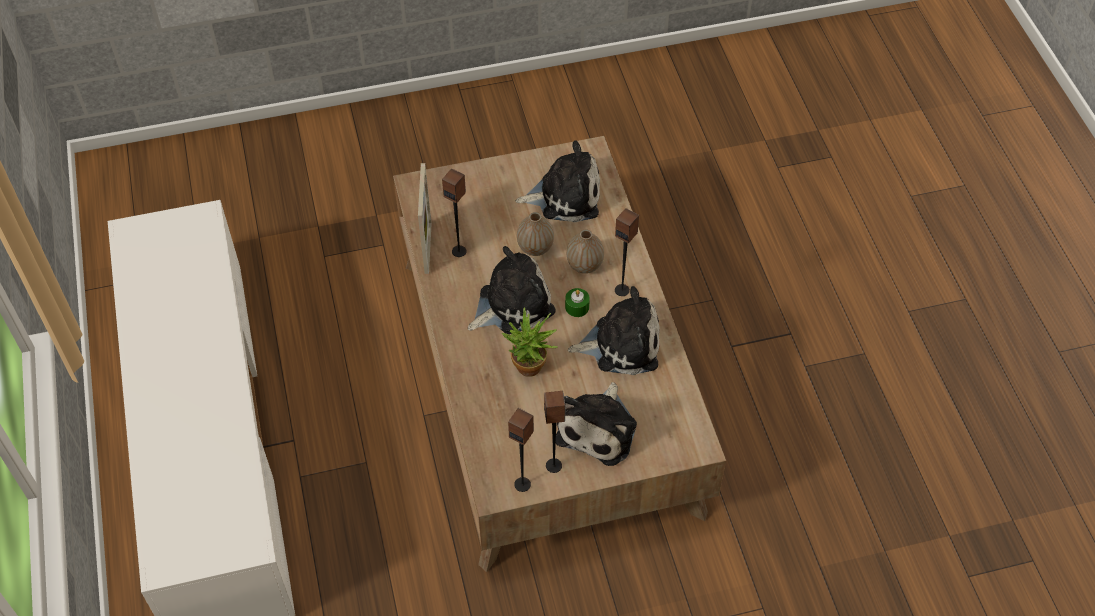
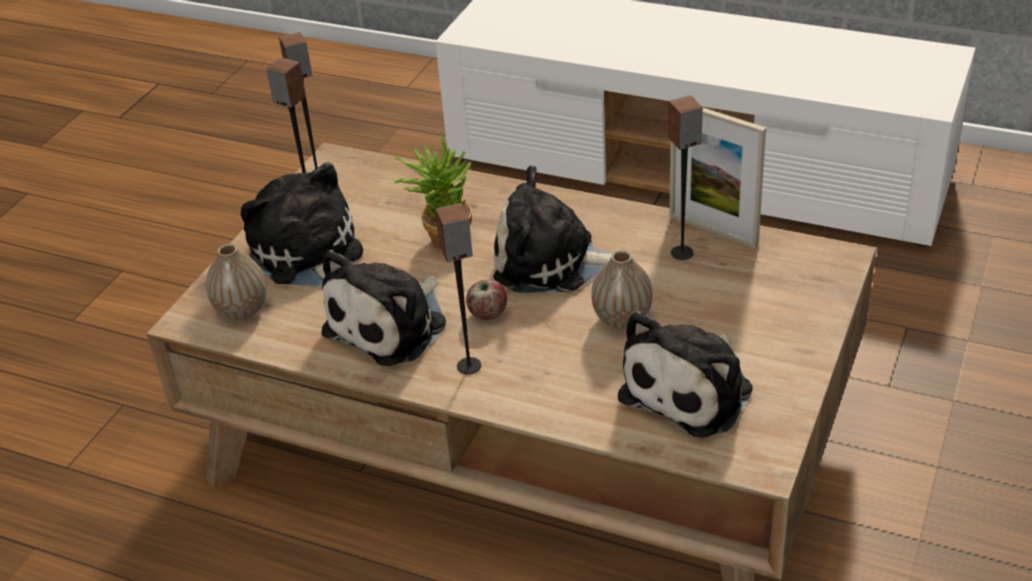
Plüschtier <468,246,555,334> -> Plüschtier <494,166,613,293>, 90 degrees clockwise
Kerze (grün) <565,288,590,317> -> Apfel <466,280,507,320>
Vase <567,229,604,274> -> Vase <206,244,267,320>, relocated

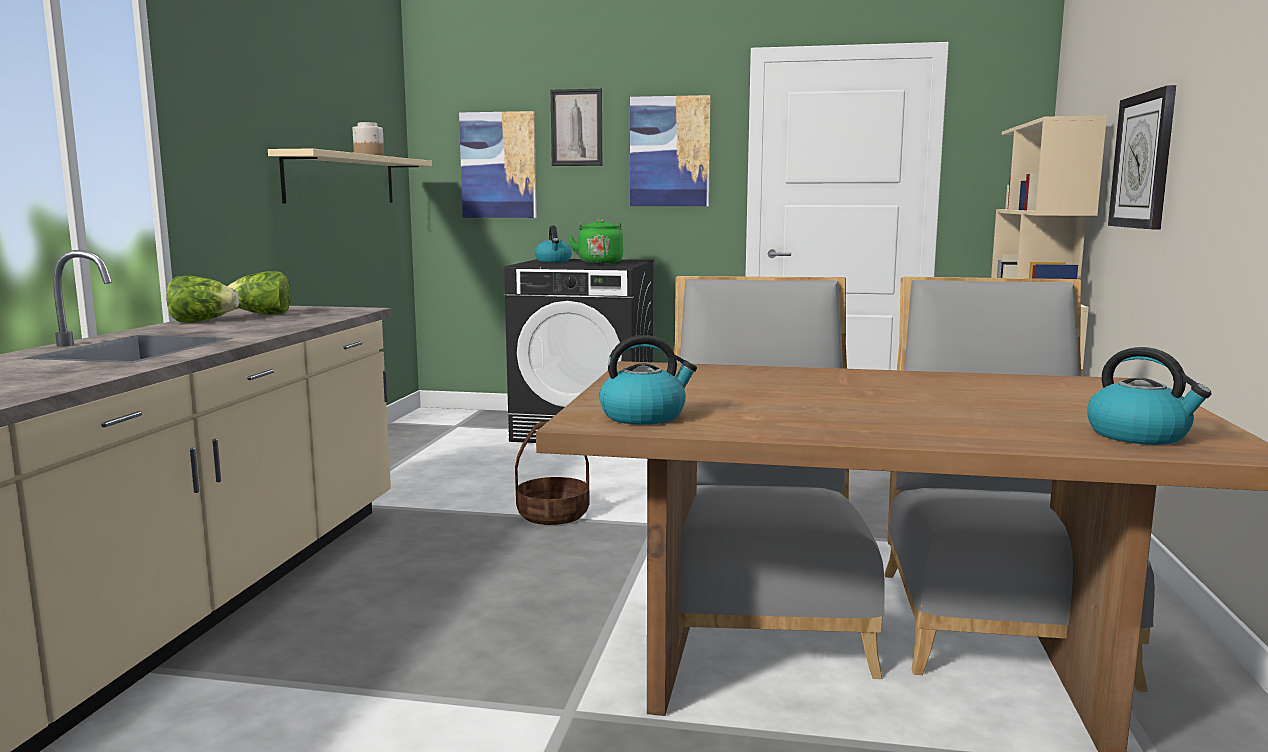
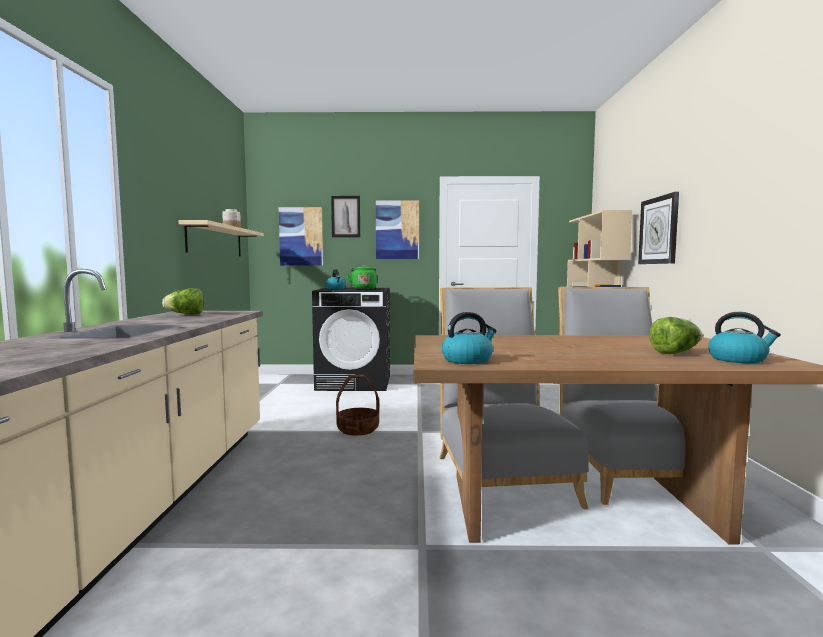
Salatkopf <166,276,239,322> -> Salatkopf <649,317,702,354>, relocated

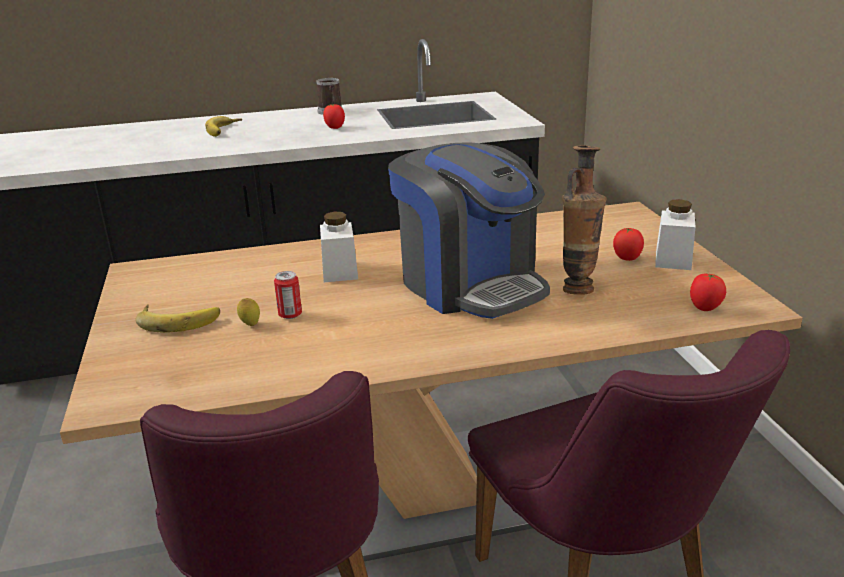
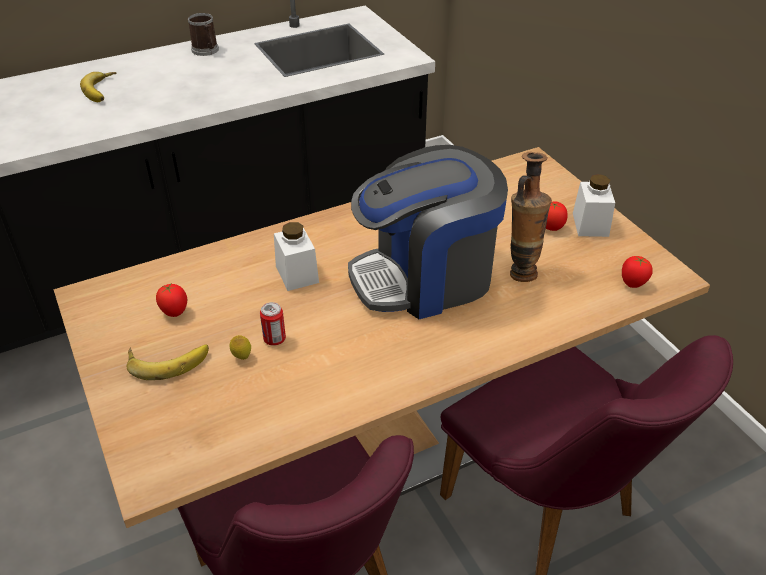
Tomate <323,104,345,129> -> Tomate <156,284,187,317>, relocated
Kaffeemaschine <388,142,550,319> -> Kaffeemaschine <348,145,508,319>, 120 degrees clockwise

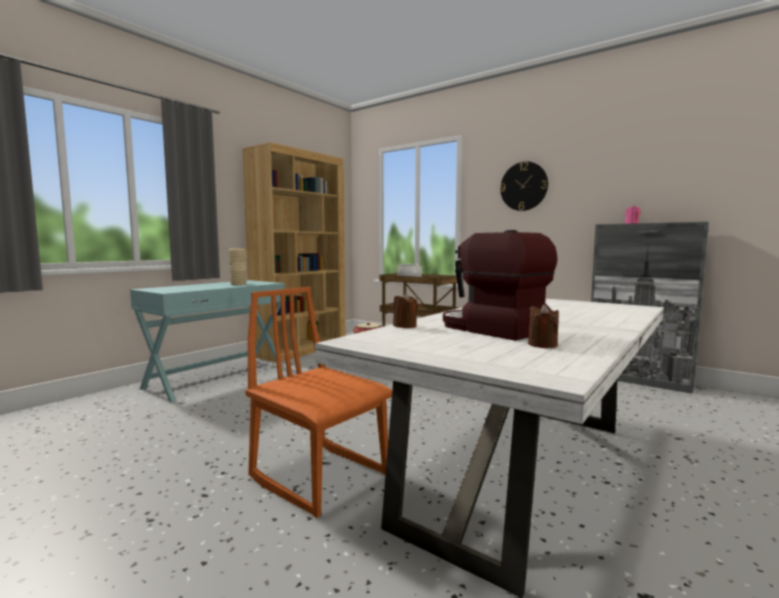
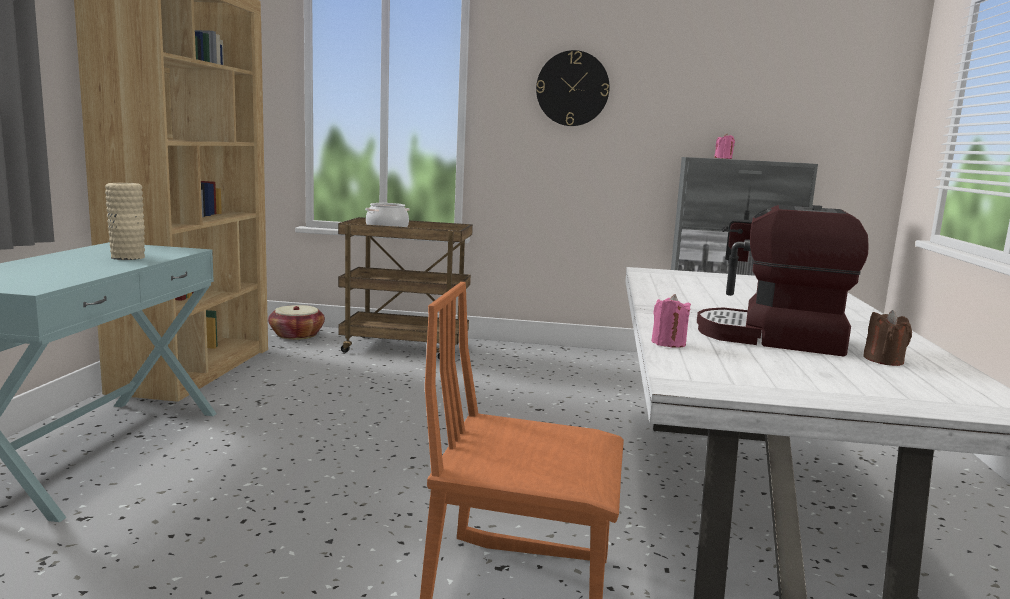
Kerze (braun) <393,293,418,328> -> Kerze (rosa) <651,294,691,348>

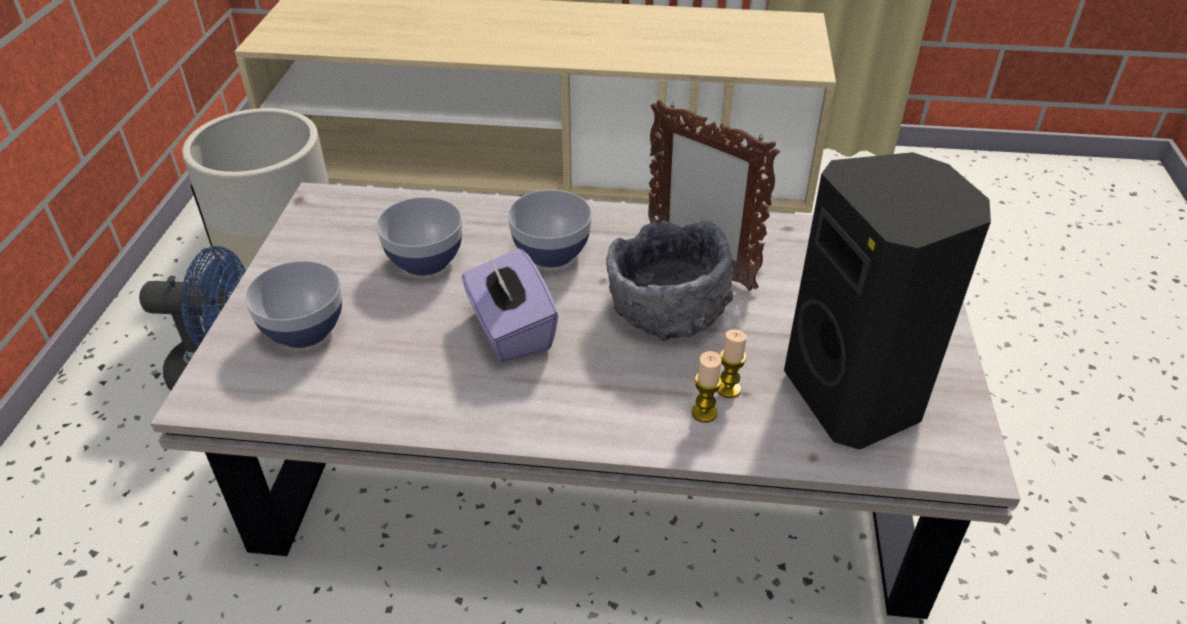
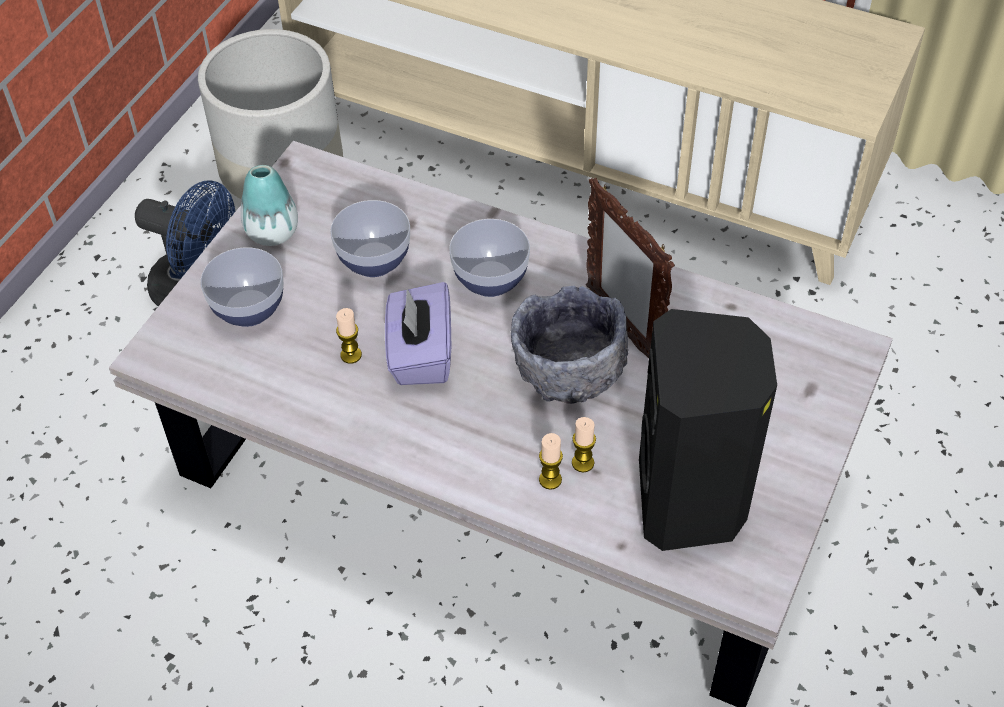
none -> Vase <241,165,298,246>
none -> Kerze <336,308,362,364>

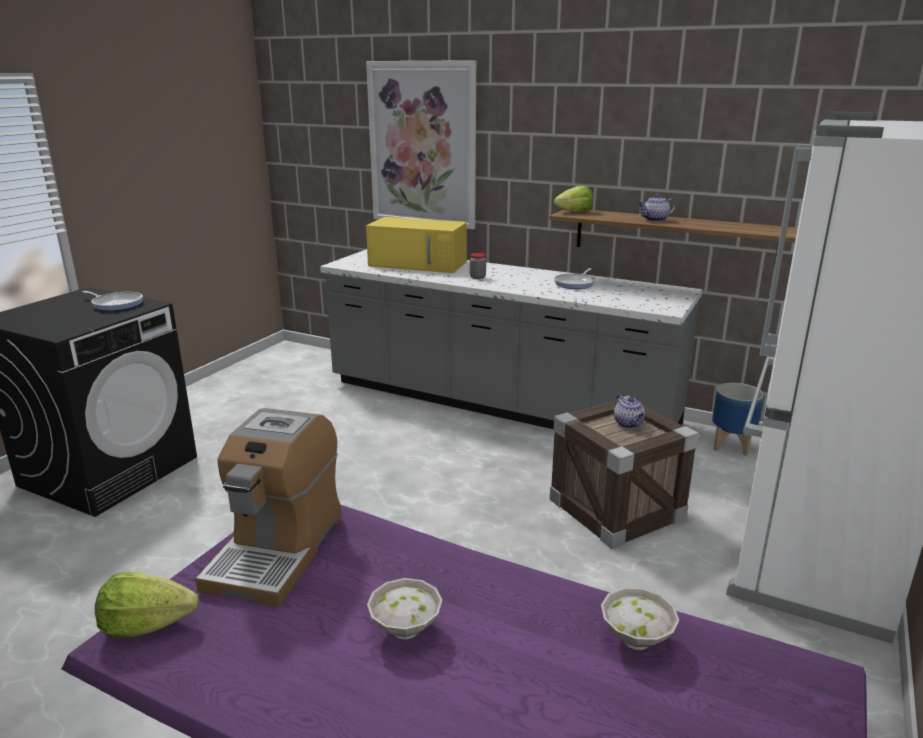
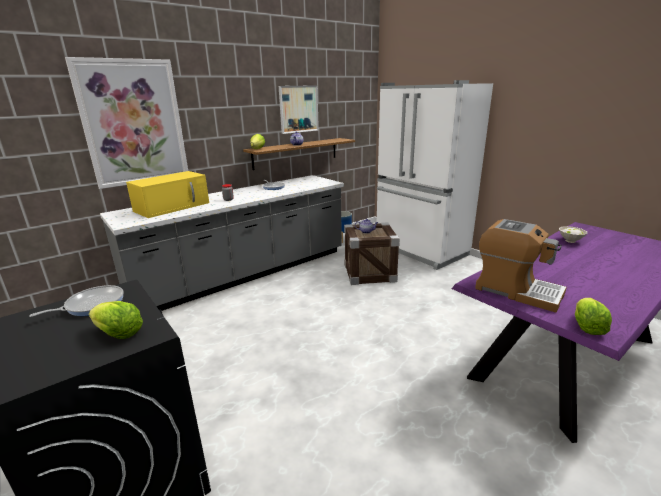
Schüssel (weiß) <367,578,442,640> -> none
none -> Salatkopf <89,301,143,339>
none -> Bild <279,85,319,134>

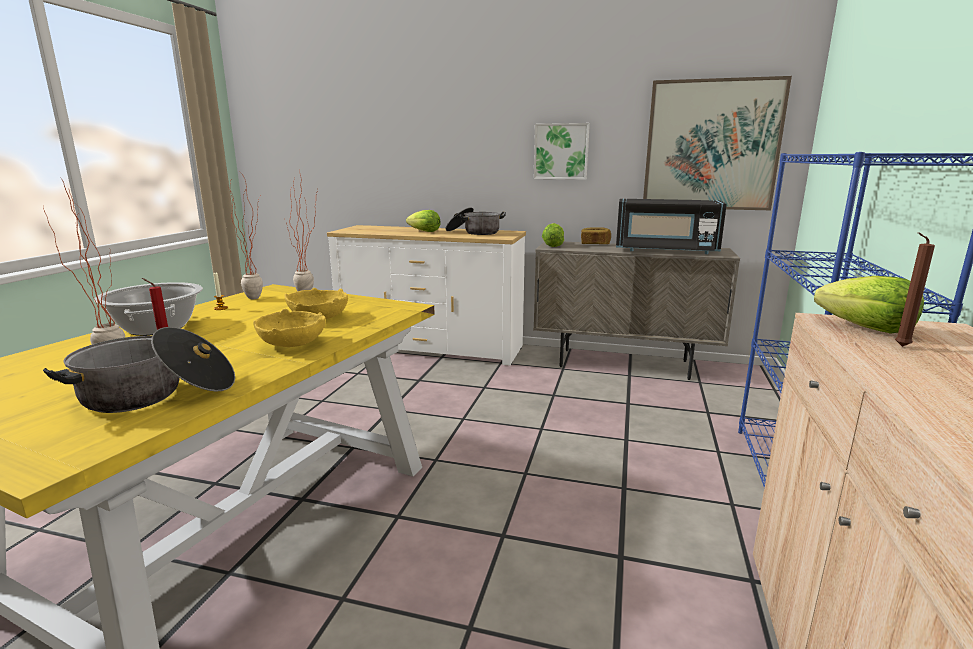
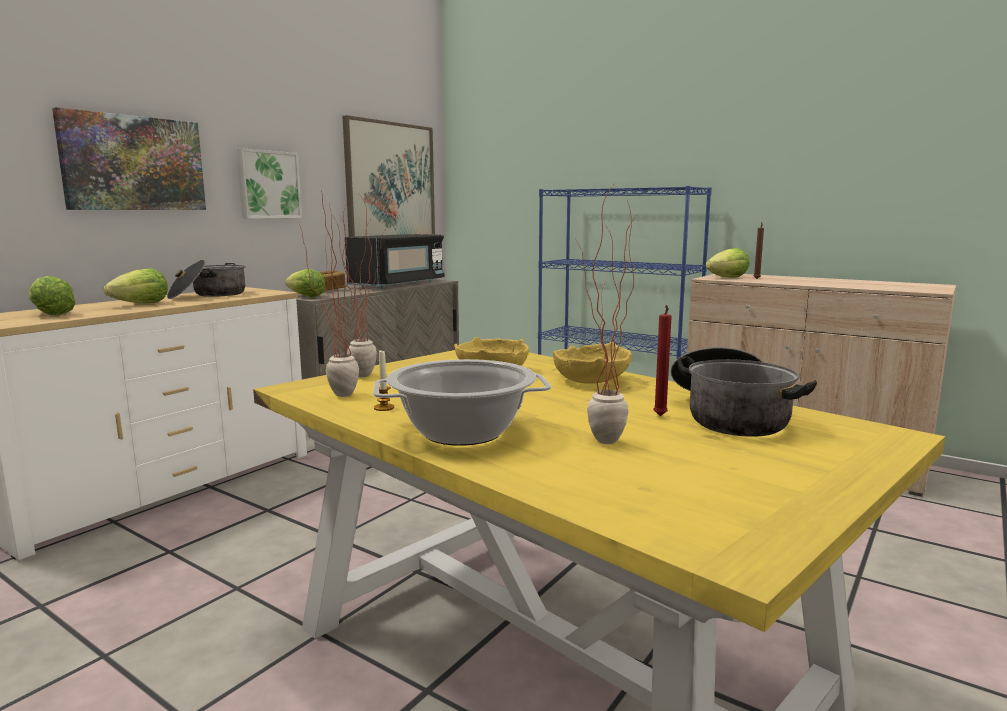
none -> Salatkopf <29,276,76,315>
none -> Bild <52,107,206,210>

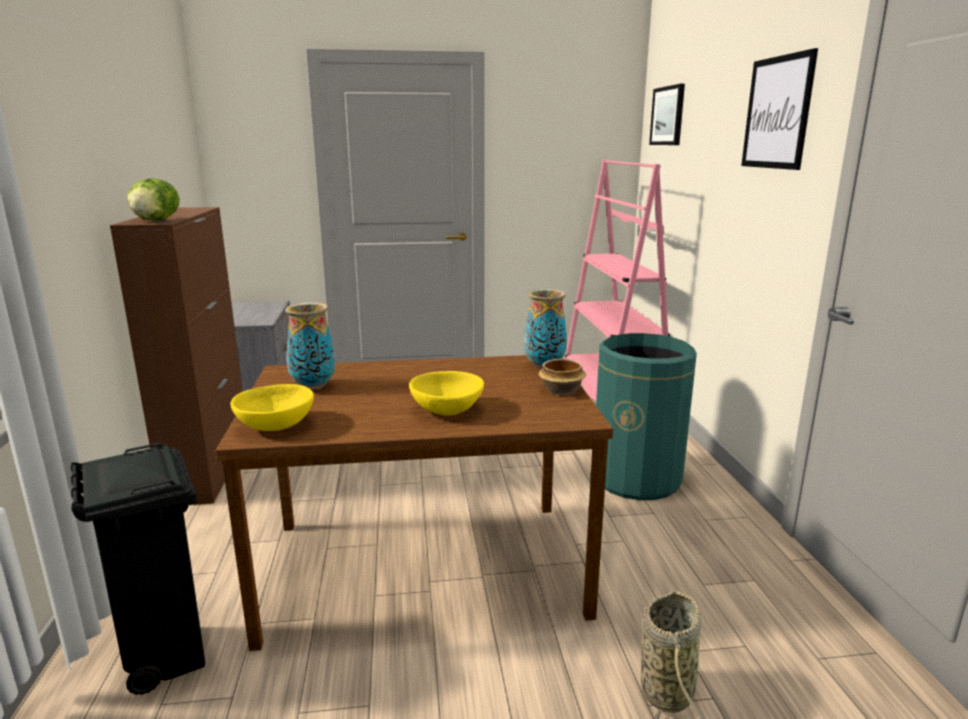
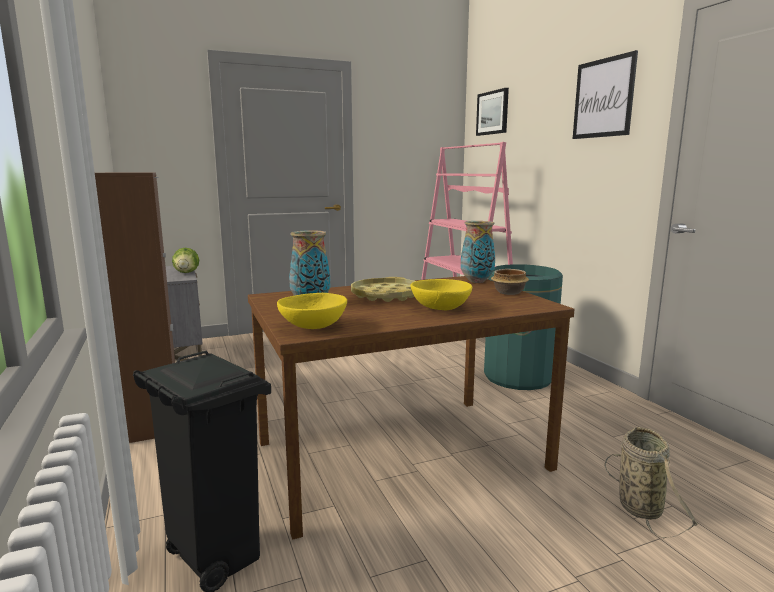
Salatkopf <127,178,179,221> -> Salatkopf <172,248,199,273>, relocated
none -> Tablett (gelb) <351,277,415,302>

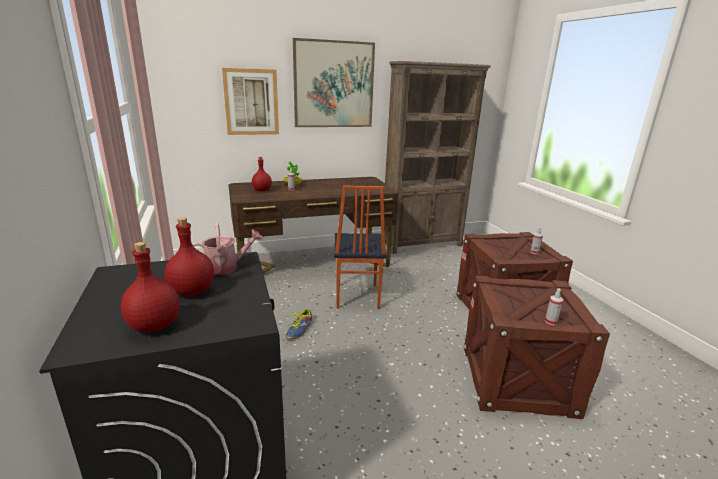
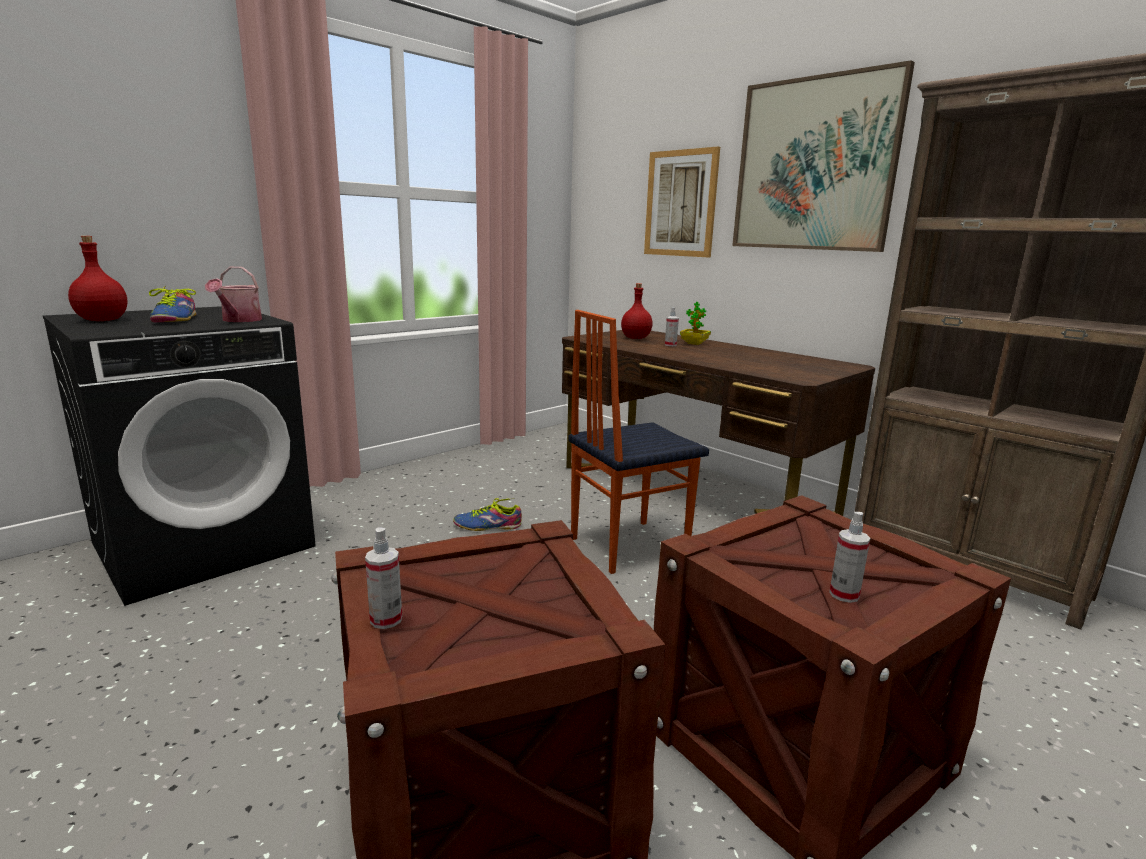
Flasche (rot) <165,217,214,296> -> Schuh <149,286,197,322>
Gießkanne <192,223,263,275> -> Gießkanne <205,267,262,322>, 45 degrees clockwise

